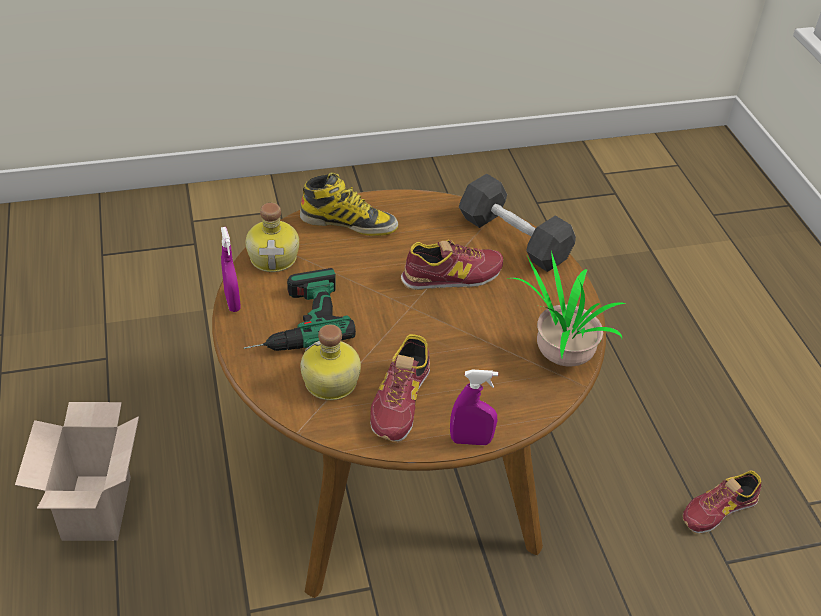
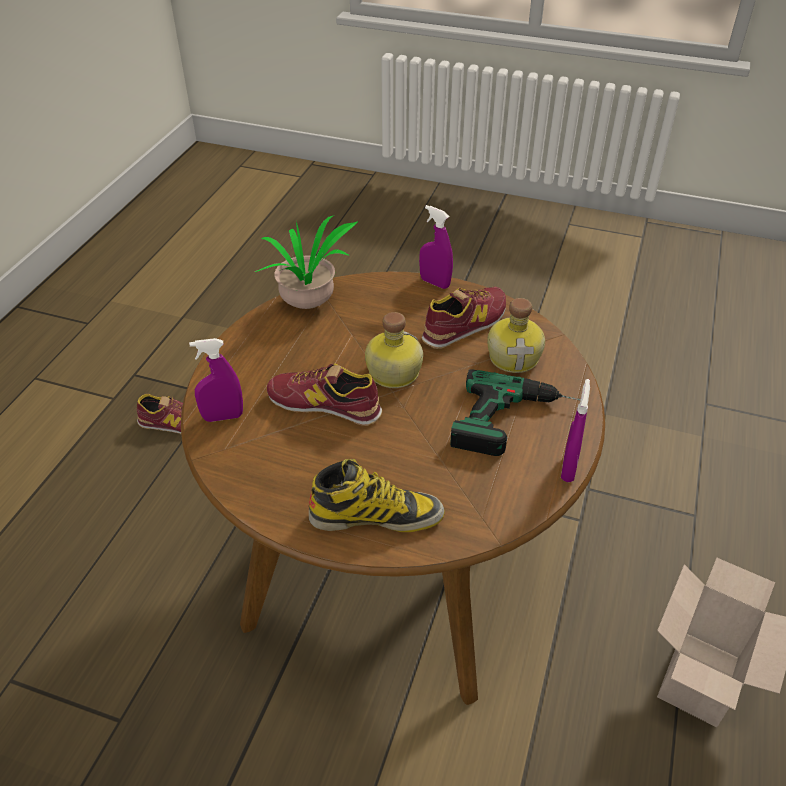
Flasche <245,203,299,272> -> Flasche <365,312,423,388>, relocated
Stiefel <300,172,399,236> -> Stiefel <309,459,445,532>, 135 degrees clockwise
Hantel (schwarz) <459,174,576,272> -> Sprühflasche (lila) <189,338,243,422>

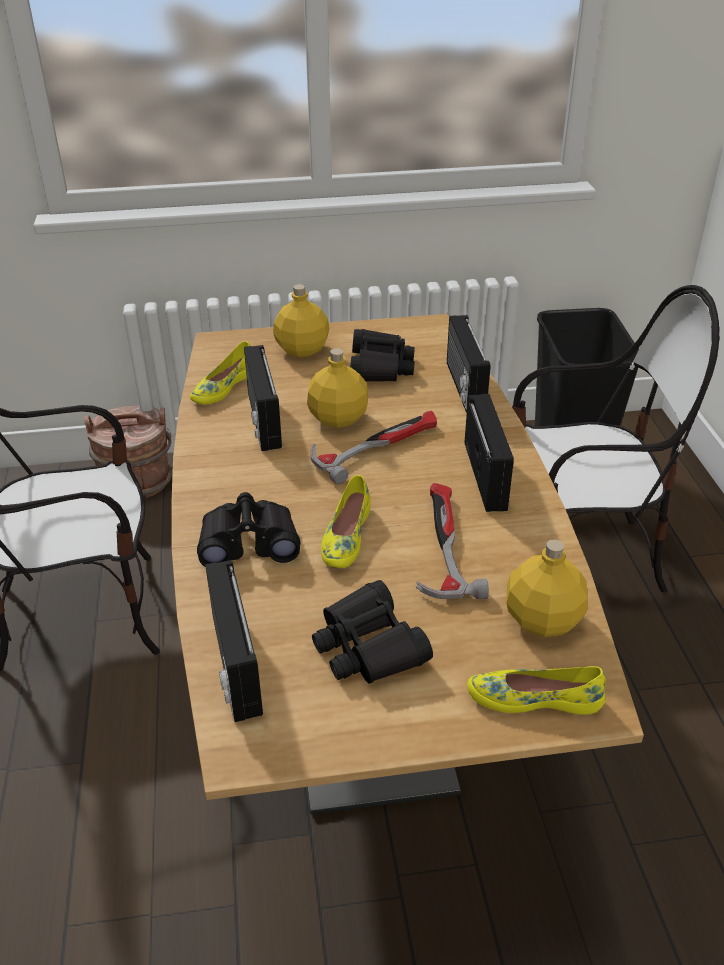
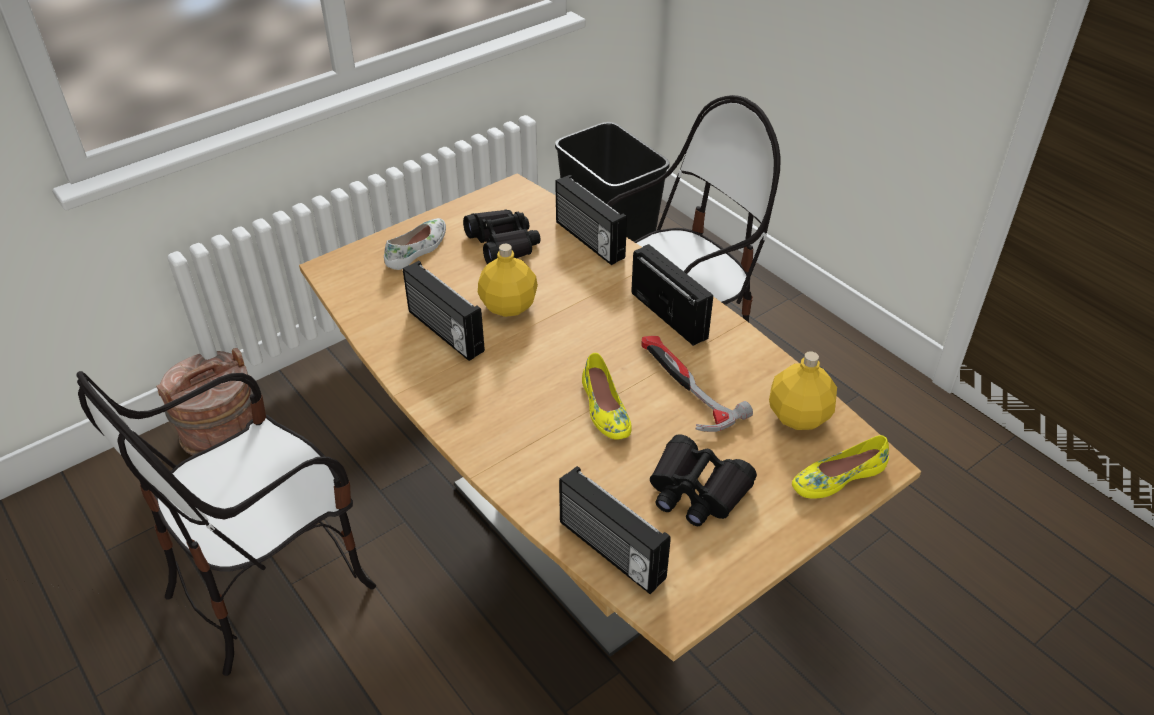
Schuh (gelb) <190,341,250,405> -> none
Fernglas (schwarz) <197,492,300,567> -> none
Flasche (gelb) <273,284,330,357> -> Schuh (weiß) <384,218,446,270>
Hammer <310,411,437,484> -> none

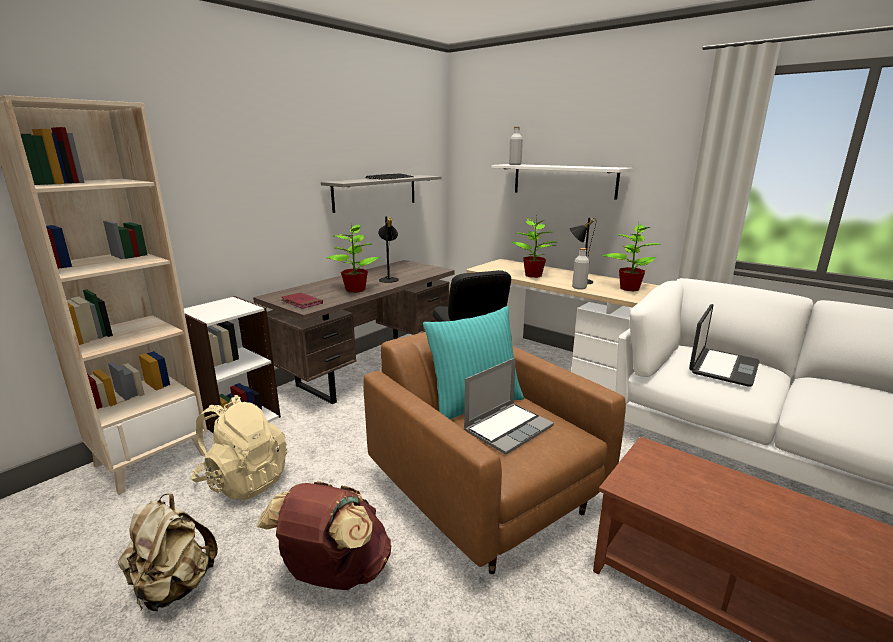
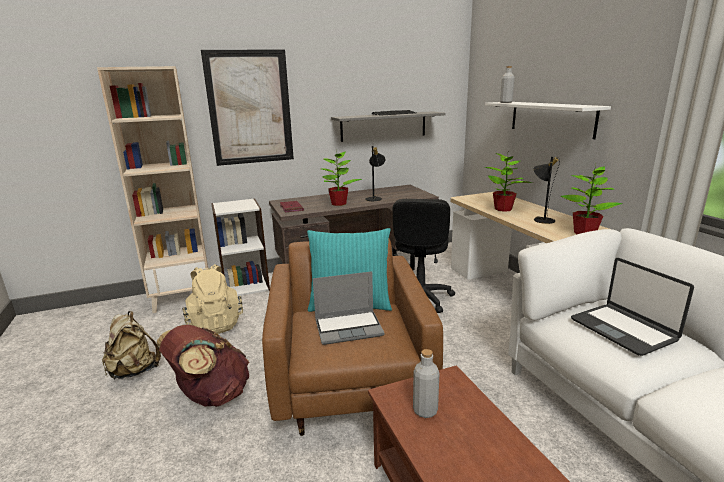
Flasche (grau) <572,248,589,290> -> Flasche (grau) <413,349,440,418>, relocated
Laptop <689,304,760,387> -> Laptop <571,258,694,356>, 90 degrees clockwise
none -> Bild <201,50,294,166>

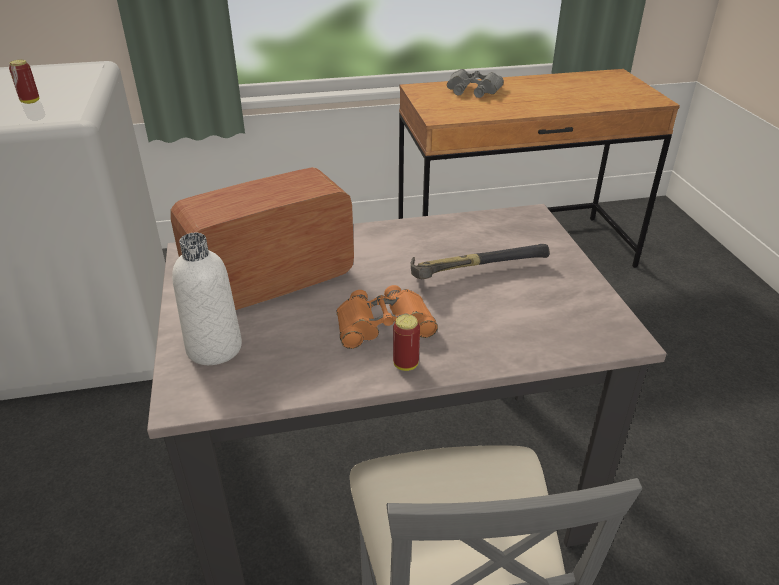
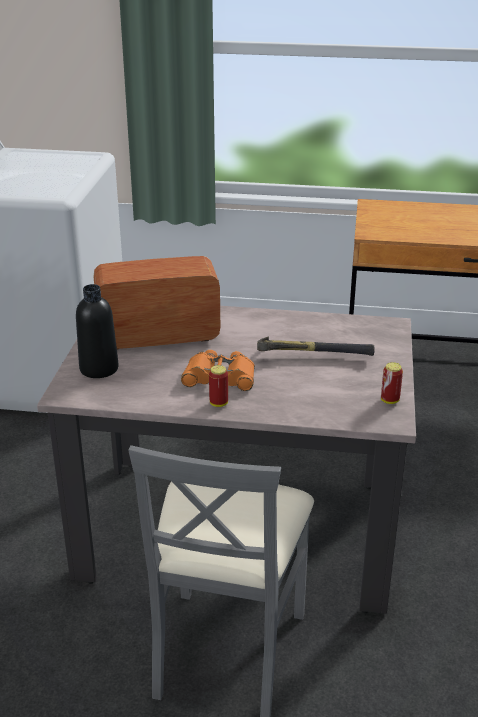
Dose <9,60,40,104> -> Dose <381,362,403,404>, relocated
Flasche (weiß) <172,233,242,365> -> Flasche (schwarz) <76,284,119,378>
Fernglas (grau) <447,69,504,98> -> none

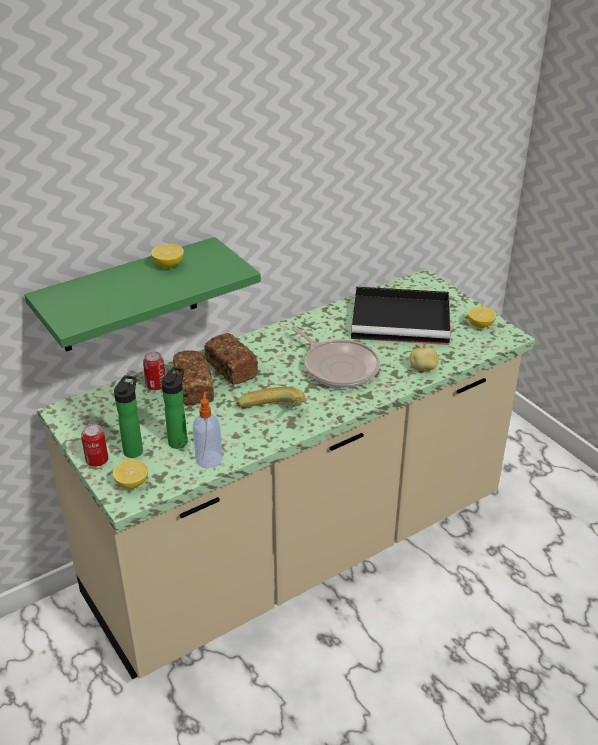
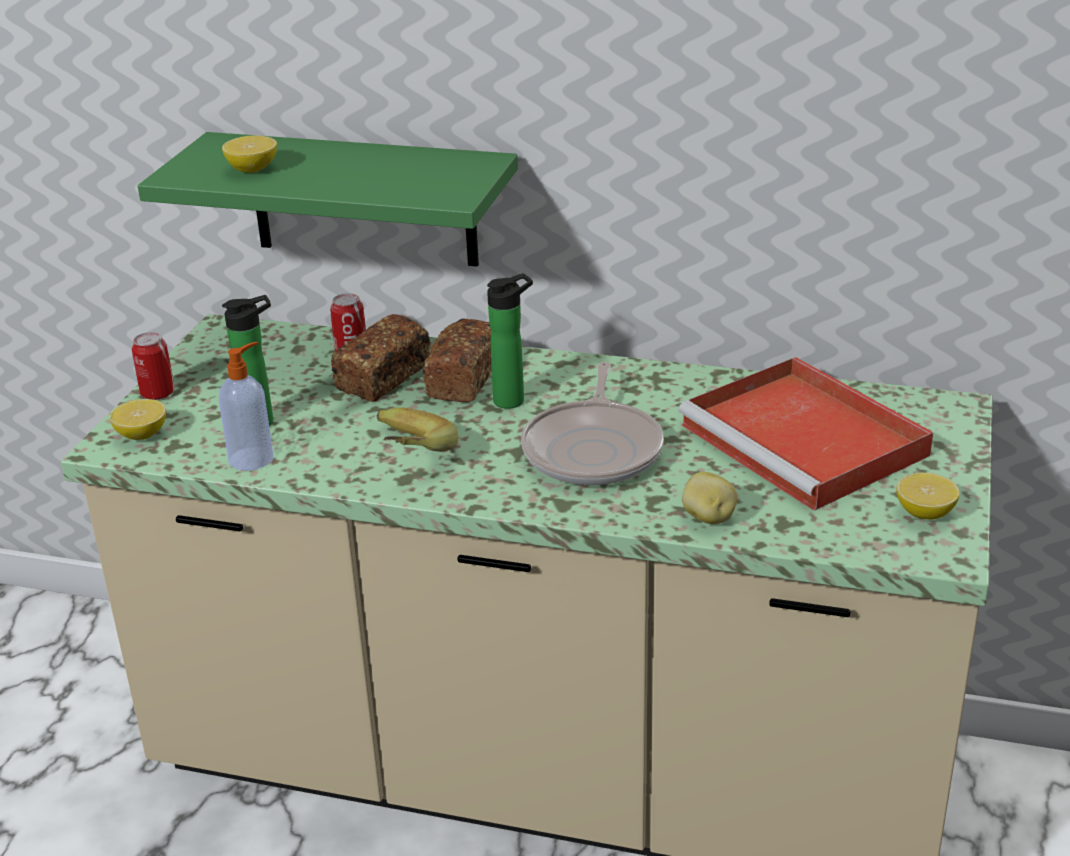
Flasche <114,375,143,458> -> Flasche <487,273,533,409>, relocated
Zitrone <151,244,184,268> -> Zitrone <222,135,277,173>, relocated
Tablett (schwarz) <351,287,451,345> -> Tablett (rot) <678,357,933,511>

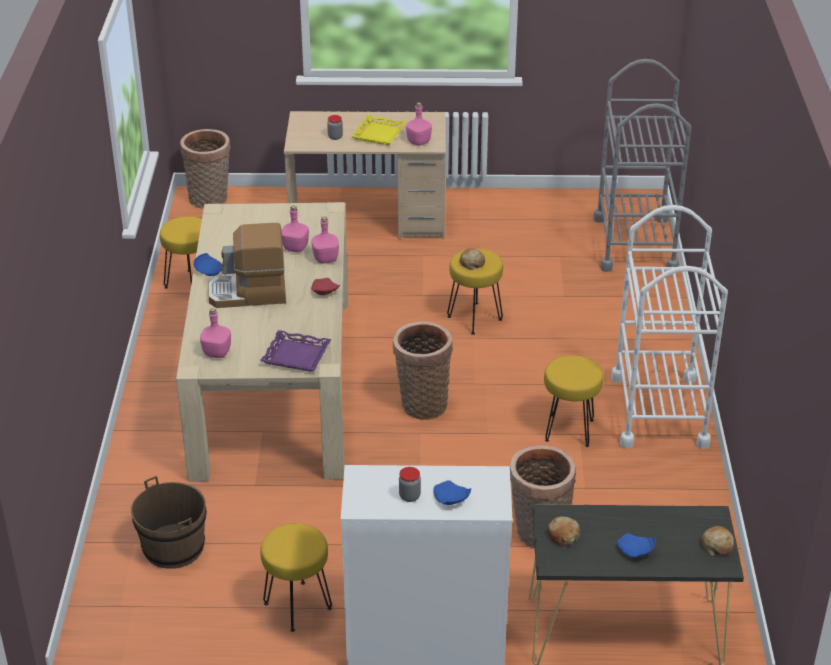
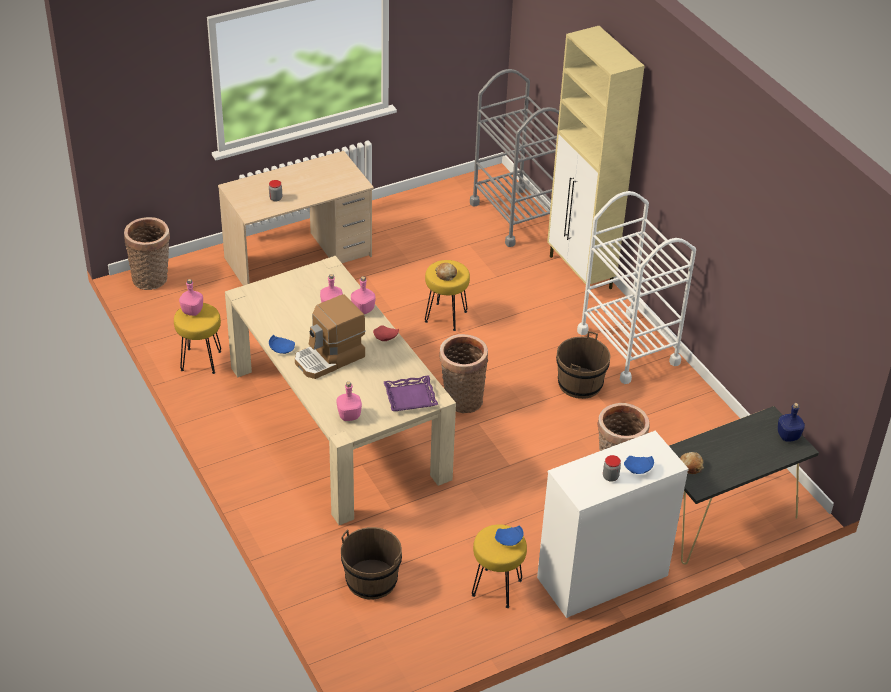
Tablett (gelb) <351,115,406,145> -> none
Flasche (rosa) <406,102,432,146> -> Flasche (rosa) <179,279,203,316>, relocated
Hocker (gelb) <544,355,603,447> -> Eimer (braun) <556,331,611,399>
Teller (blau) <617,533,655,557> -> Teller (blau) <495,525,524,546>, relocated
Brot <701,526,734,555> -> Flasche (blau) <778,403,805,442>
none -> Schrank (beige) <547,26,644,289>

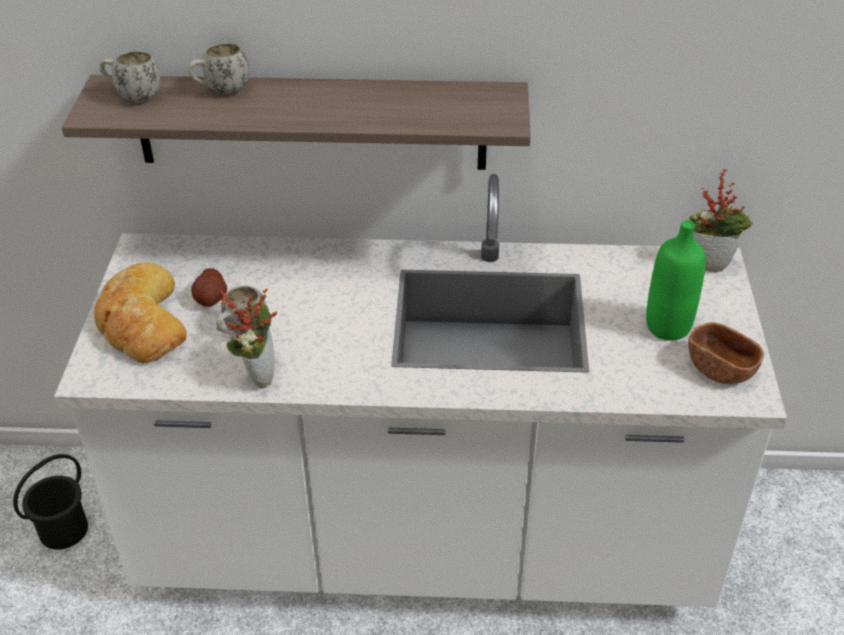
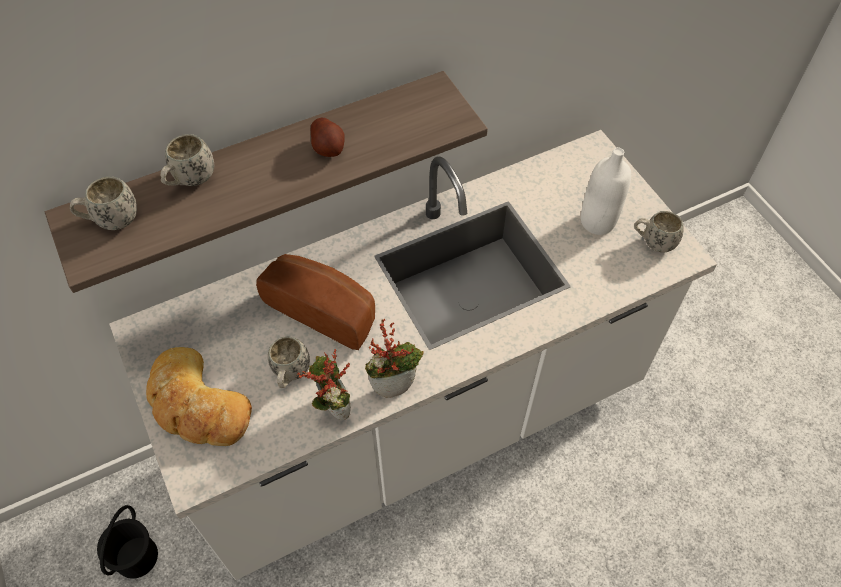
Kartoffel <191,268,227,307> -> Kartoffel <311,118,345,157>, relocated
Flasche (grün) <646,220,706,341> -> Flasche (weiß) <581,147,631,235>
Schüssel (braun) <688,322,764,384> -> Henkelbecher (weiß) <634,211,684,252>
Topfpflanze <689,169,753,272> -> Topfpflanze <365,319,424,398>, relocated
none -> Brot <256,254,375,350>

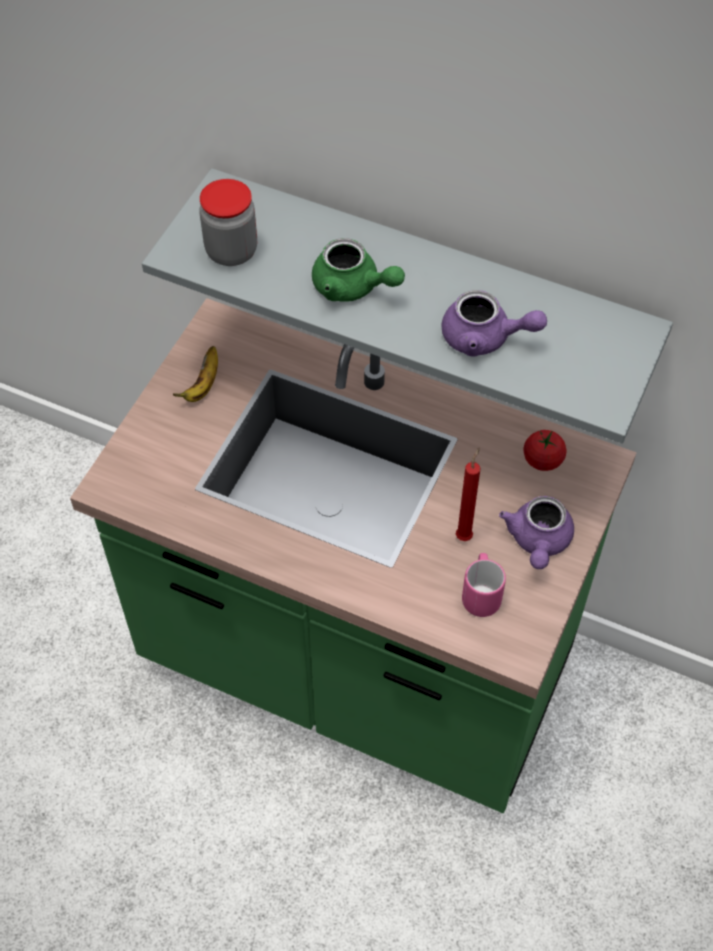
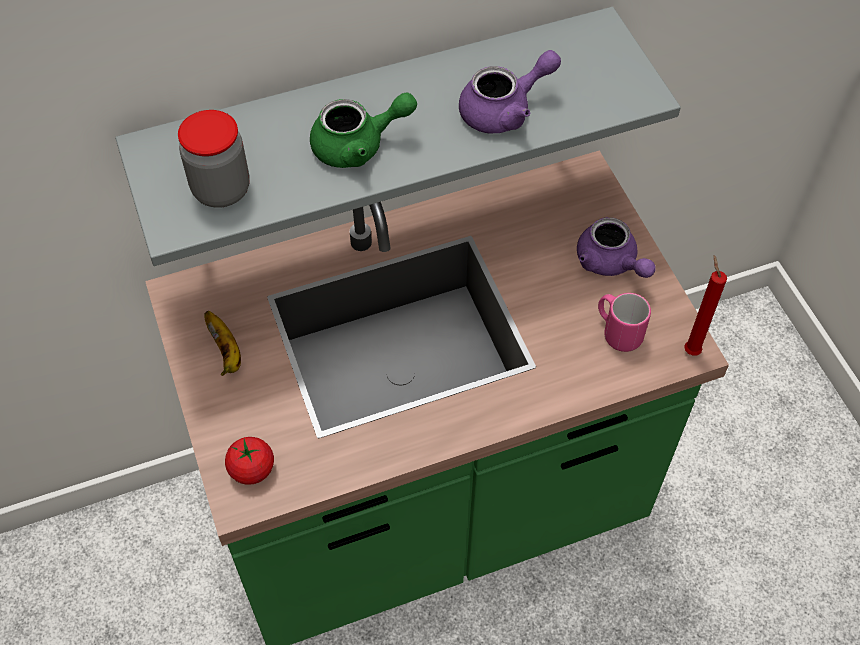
Kerze (rot) <456,447,481,541> -> Kerze (rot) <684,255,727,356>, relocated
Tomate <524,430,566,471> -> Tomate <225,437,274,485>, relocated

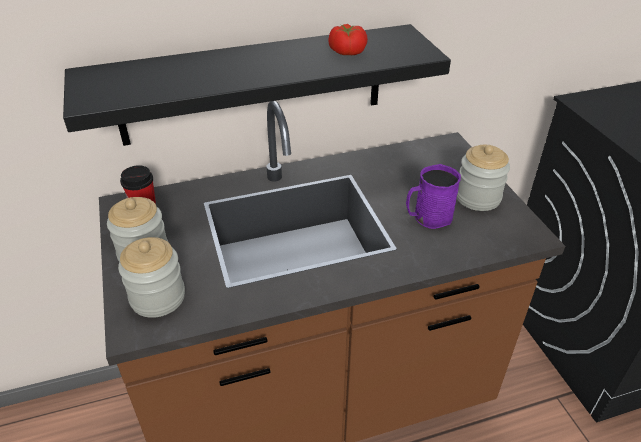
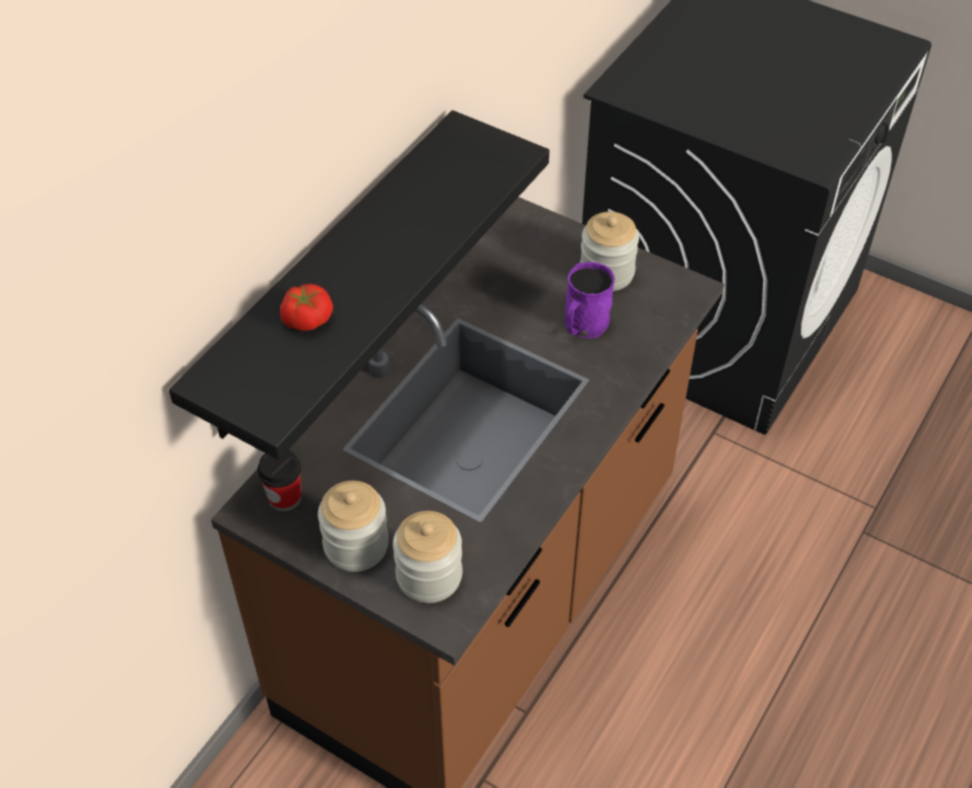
Tomate <328,24,368,55> -> Tomate <280,284,333,331>, relocated

